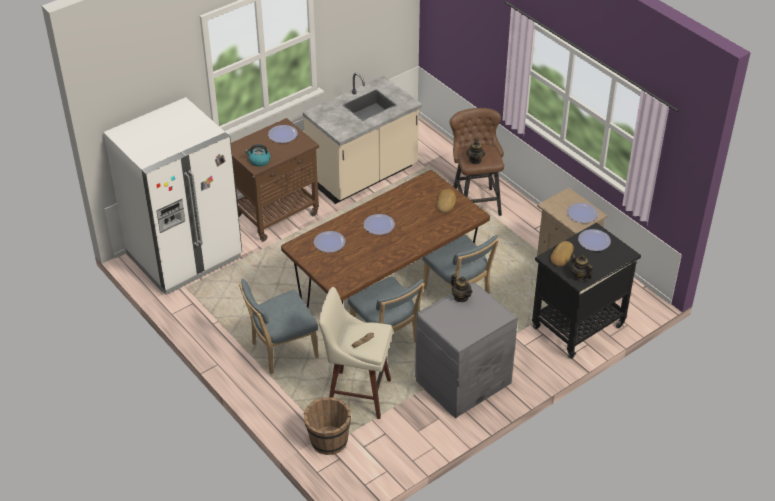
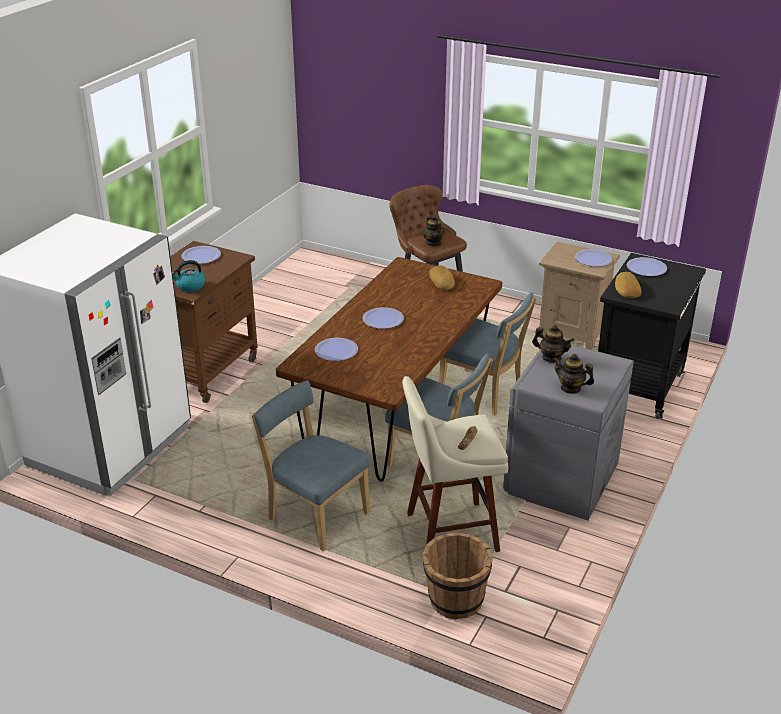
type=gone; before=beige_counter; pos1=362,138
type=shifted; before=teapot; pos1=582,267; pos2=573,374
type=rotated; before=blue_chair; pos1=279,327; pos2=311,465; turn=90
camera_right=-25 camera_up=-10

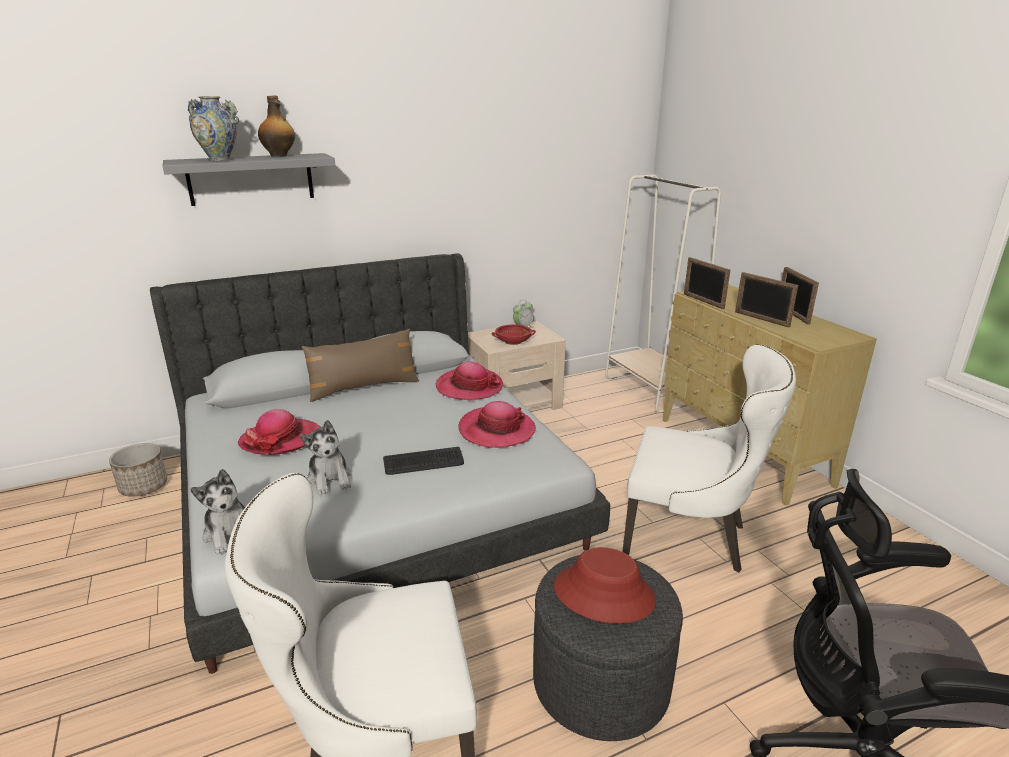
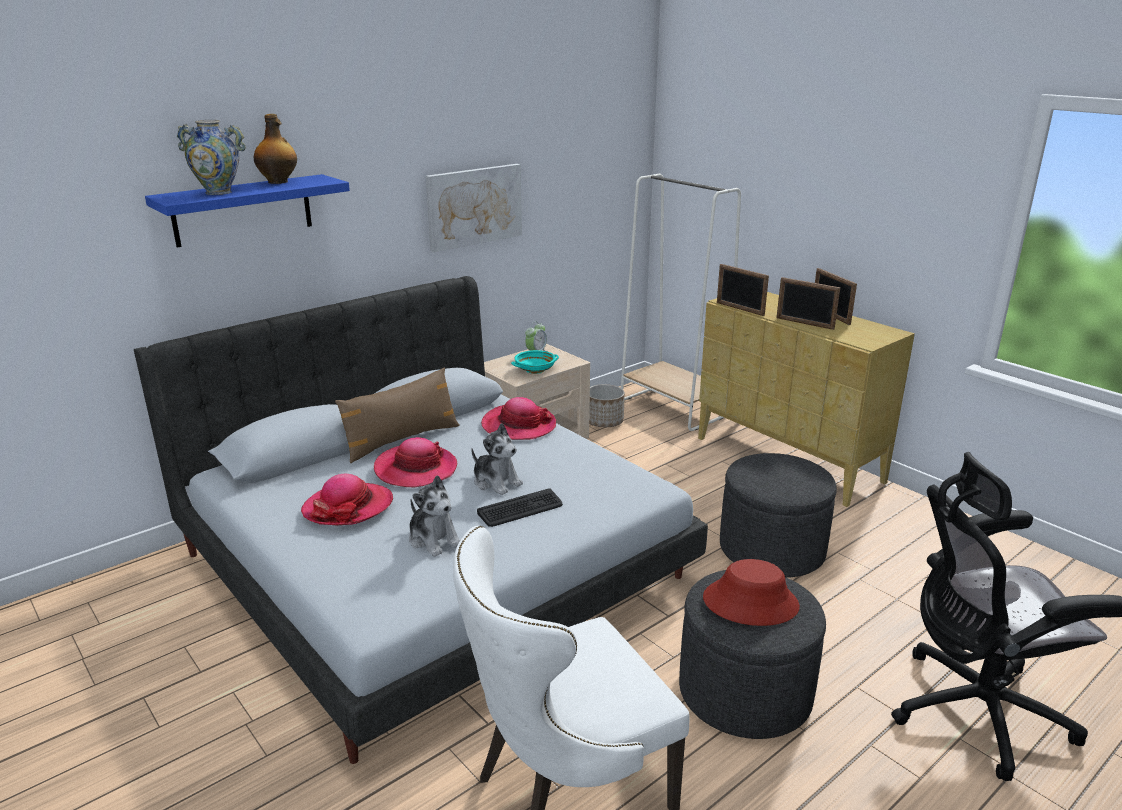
type=new; after=picture; pos2=474,208
type=shifted; before=planter; pos1=138,470; pos2=607,405
type=shifted; before=plush_toy; pos1=217,511; pos2=497,459
type=shifted; before=hat; pos1=497,424; pos2=415,462
type=swapped; before=white_chair; after=grey_ottoman; pos1=709,458; pos2=778,515
type=repainted; before=grey_shelf; after=blue_shelf; pos1=248,179; pos2=247,211
type=repainted; before=red_bowl; after=turquoise_bowl; pos1=514,334; pos2=535,362
camera_right=-15 camera_up=0

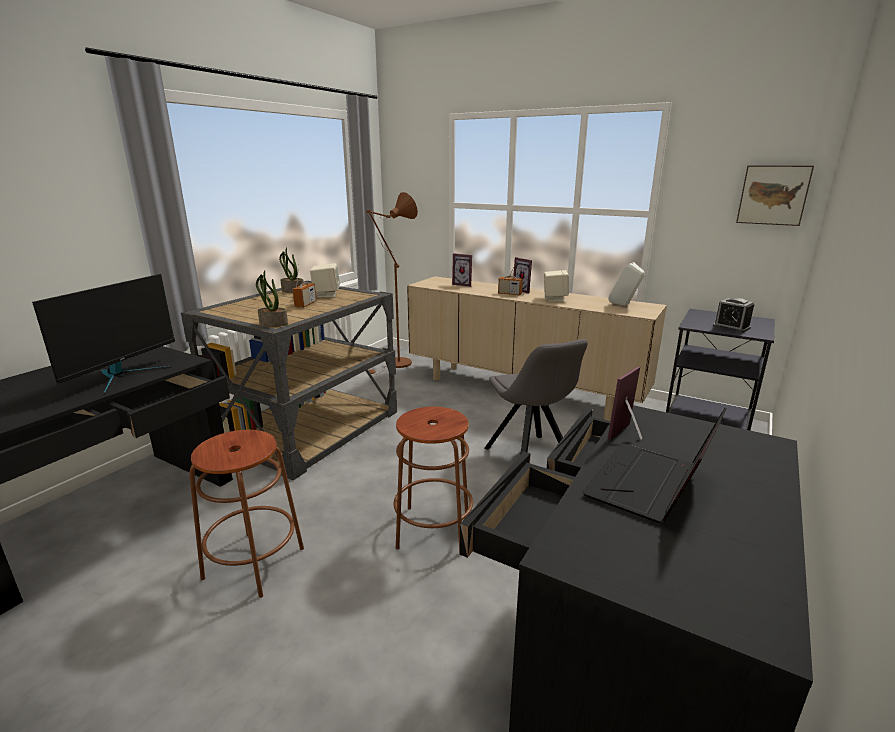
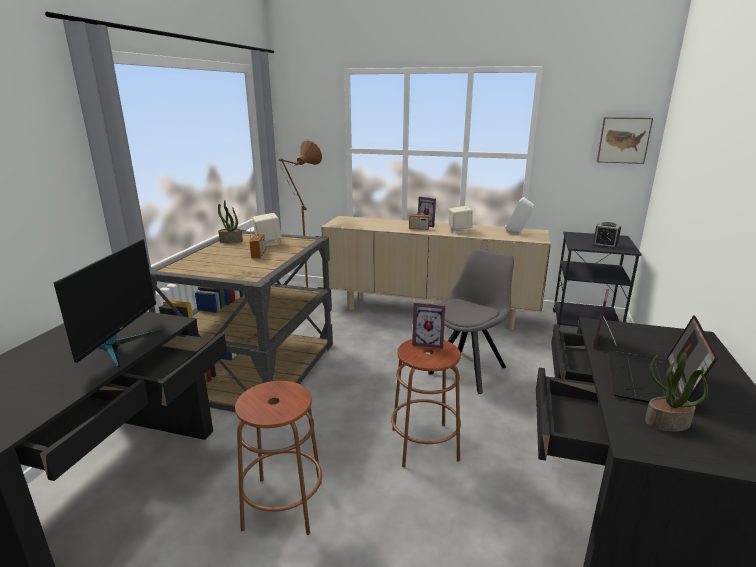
type=shifted; before=potted_plant; pos1=272,298; pos2=676,392
type=shifted; before=picture_frame; pos1=462,270; pos2=429,325
type=rotated; before=grey_chair; pos1=536,397; pos2=471,321; turn=-105
camera_right=-15 camera_up=0

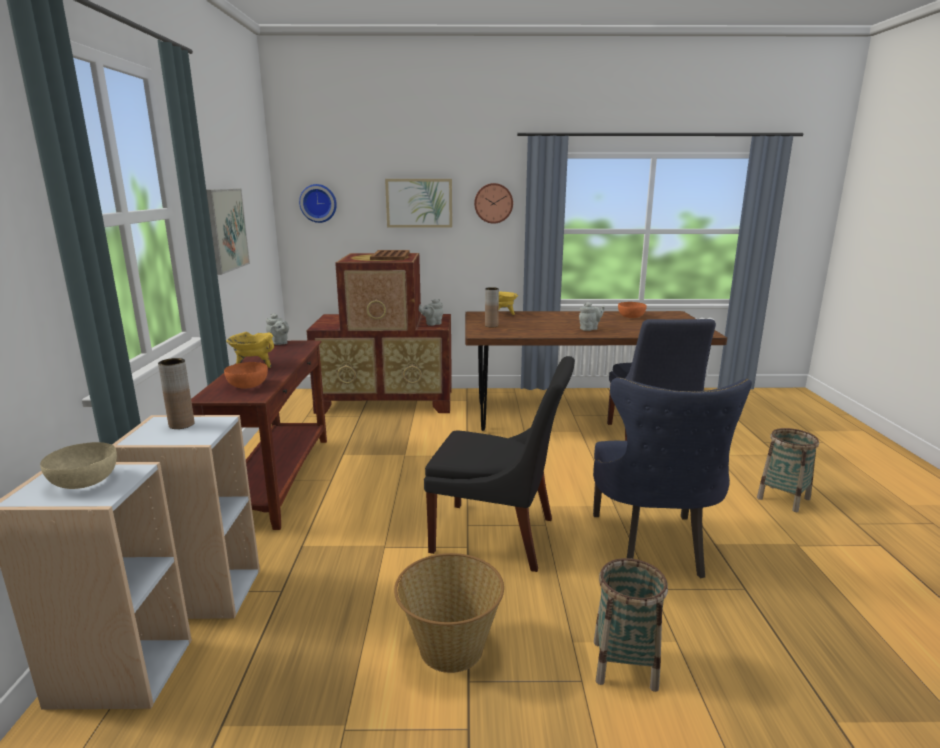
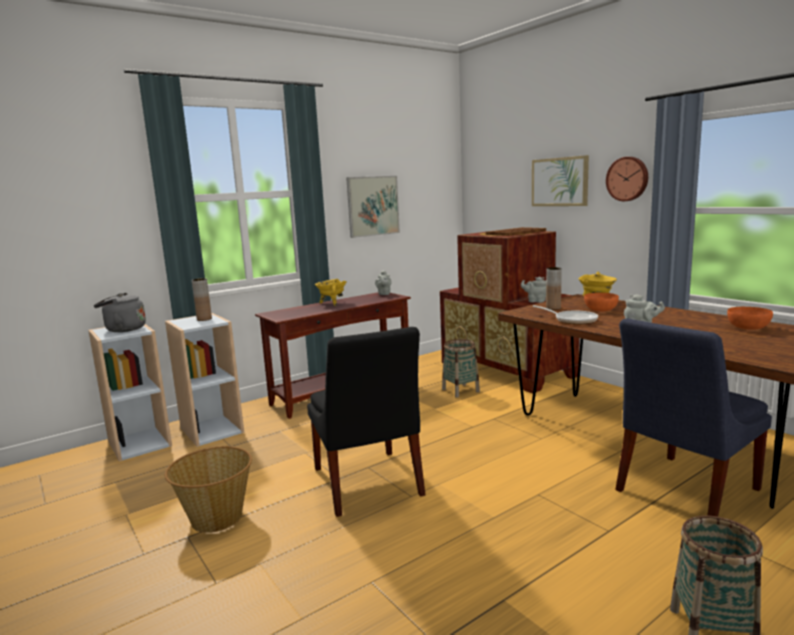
type=gone; before=wall_clock; pos1=318,203
type=gone; before=blue_chair; pos1=672,477
type=new; after=frying_pan; pos2=565,315
type=shifted; before=orange_bowl; pos1=246,375; pos2=601,302
type=shifted; before=basket; pos1=631,625; pos2=461,368
type=swapped; before=beige_bowl; after=grey_kettle; pos1=78,465; pos2=120,312
camera_right=55 camera_up=-5

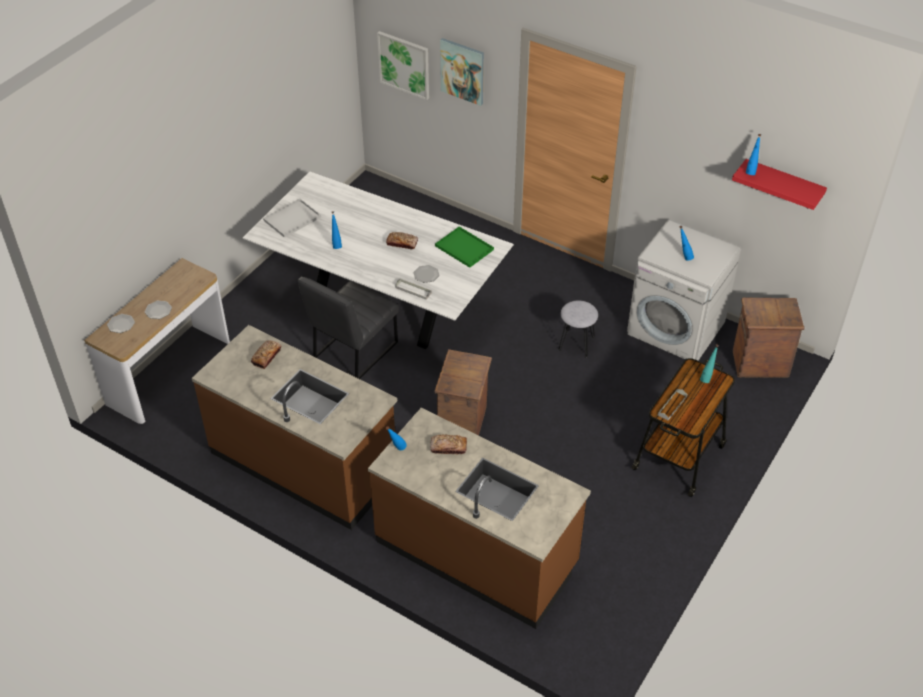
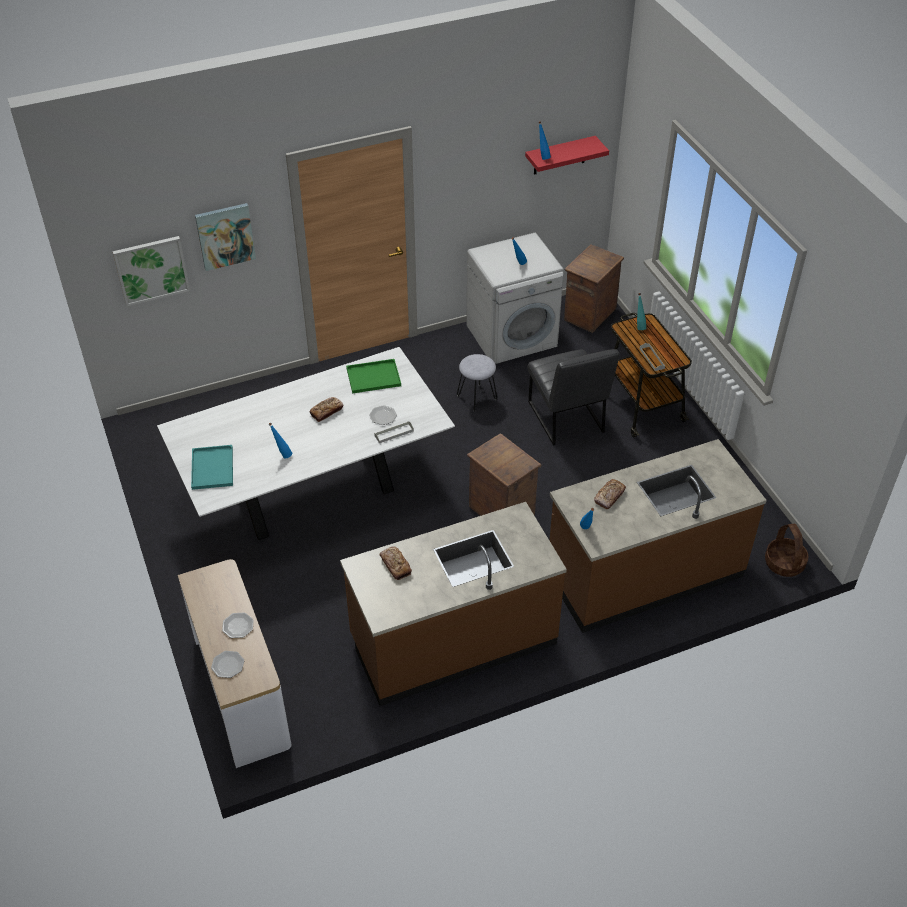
type=new; after=basket; pos2=786,550
type=shifted; before=grey_chair; pos1=348,328; pos2=574,397
type=repainted; before=white_tray; after=turquoise_tray; pos1=292,218; pos2=212,467
camera_right=-55 camera_up=0

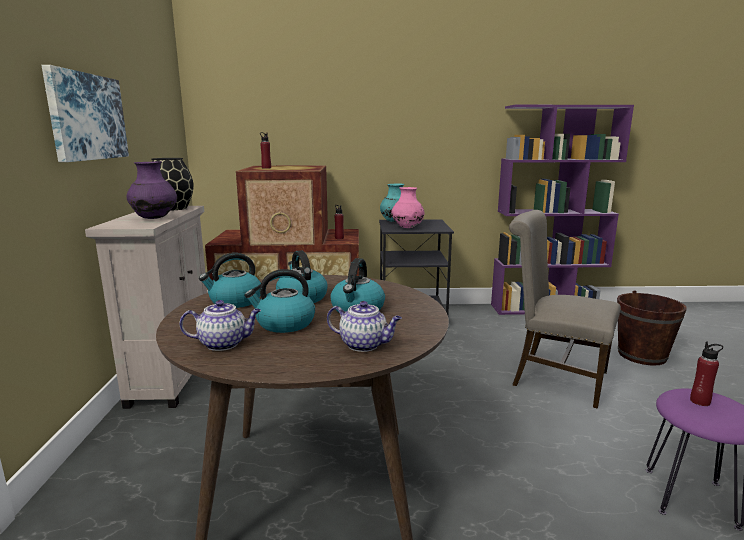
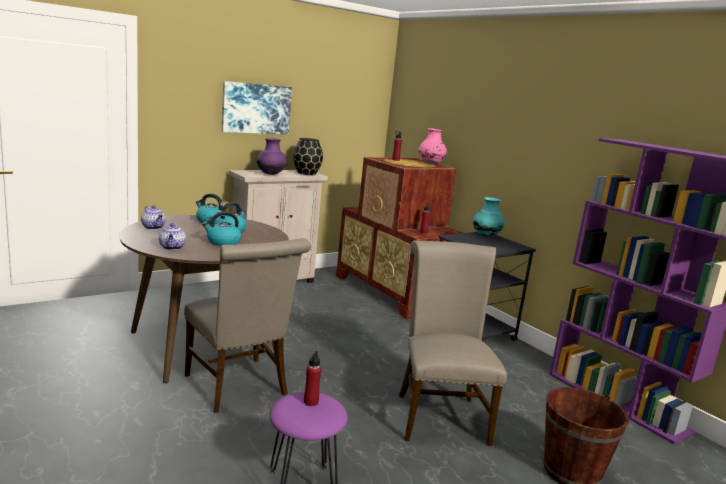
type=gone; before=kettle; pos1=280,301
type=new; after=beige_chair; pos2=247,325
type=shifted; before=pink_vase; pos1=407,207; pos2=432,146
camera_right=55 camera_up=0

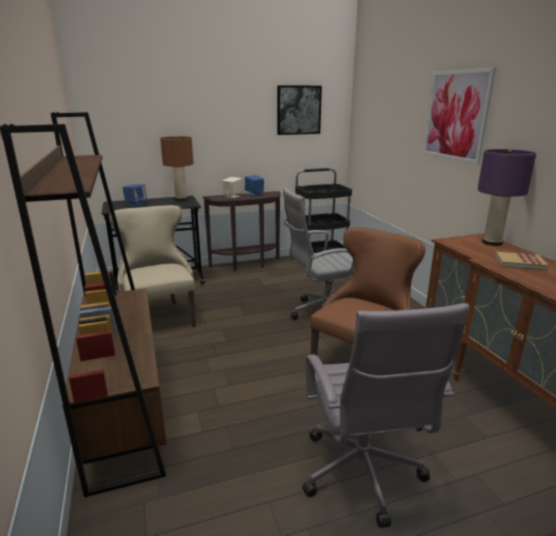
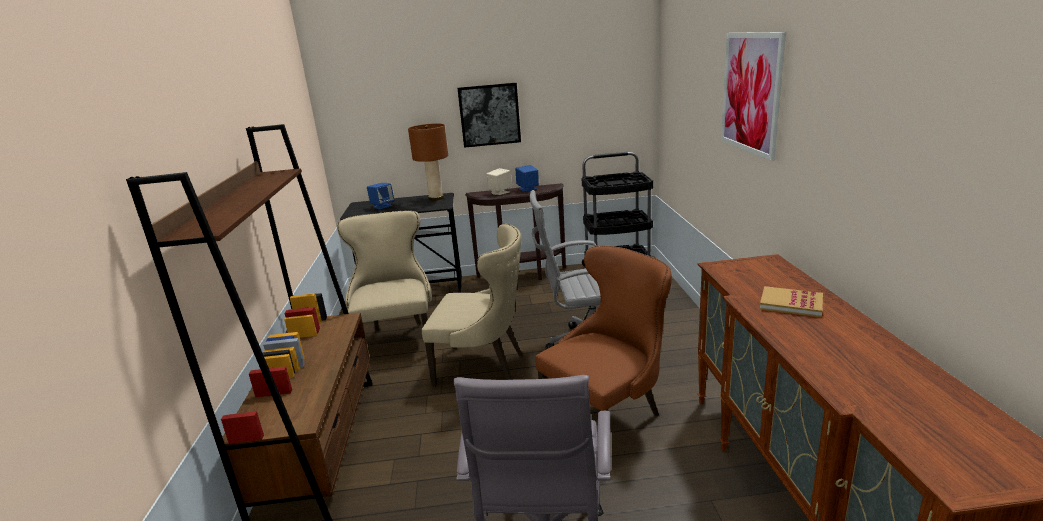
type=gone; before=purple_table_lamp; pos1=507,197
type=new; after=beige_chair; pos2=472,305
type=shifted; before=picture; pos1=299,110; pos2=489,115
camera_right=15 camera_up=0

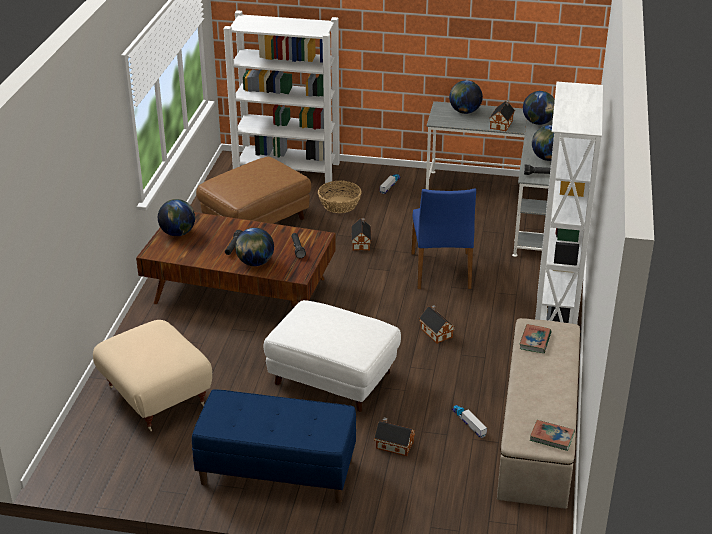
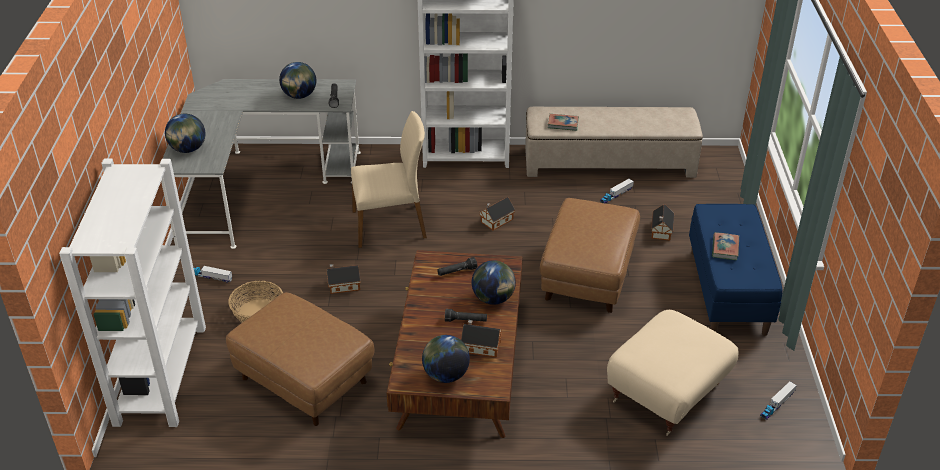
type=gone; before=globe; pos1=539,108
type=new; after=toy_truck; pos2=778,400
type=shifted; before=toy_house; pos1=502,115; pos2=481,339
type=shifted; before=book; pos1=552,435; pos2=725,246
type=repainted; before=white_ottoman; after=brown_ottoman; pos1=332,356; pos2=590,255
type=repainted; before=blue_chair; after=beige_chair; pos1=443,238; pos2=389,179
camera_right=-100 camera_up=5

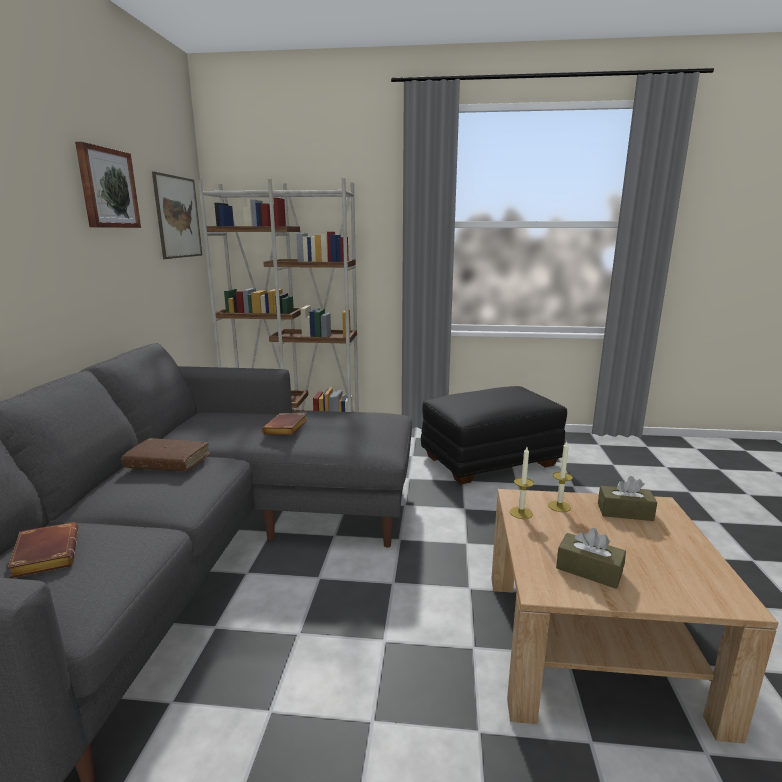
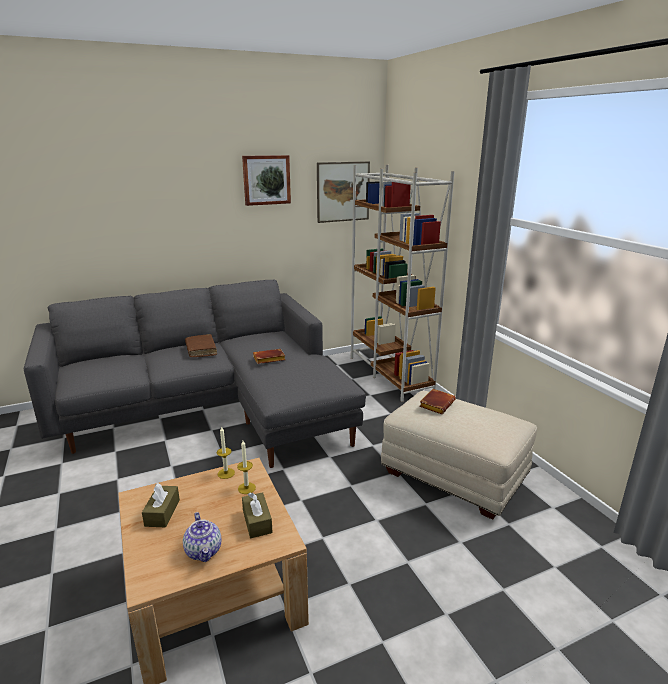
type=new; after=teapot; pos2=202,537
type=shifted; before=brown_book; pos1=43,550; pos2=437,401
type=repainted; before=black_ottoman; after=beige_ottoman; pos1=494,435; pos2=459,455
camera_right=60 camera_up=5

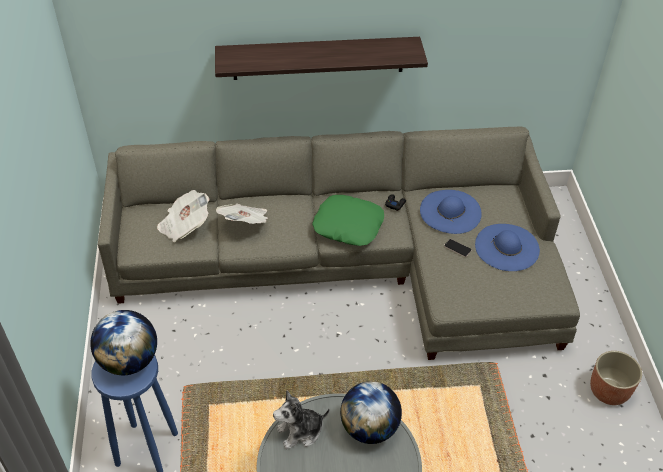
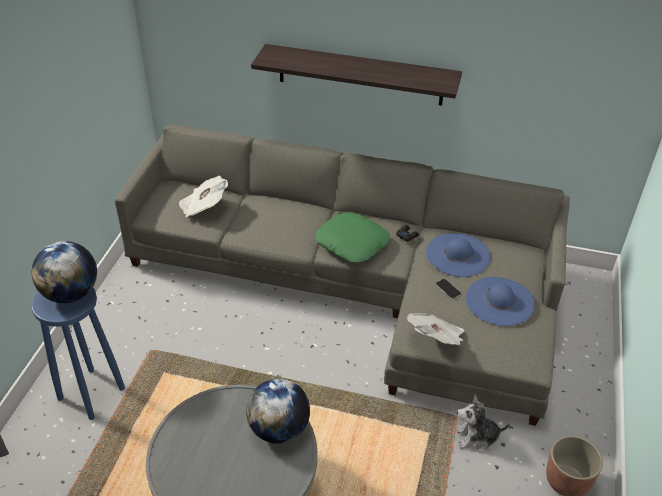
type=shifted; before=newspaper; pos1=242,214; pos2=435,329
type=shifted; before=plush_toy; pos1=301,419; pos2=482,423
camera_right=20 camera_up=-5

